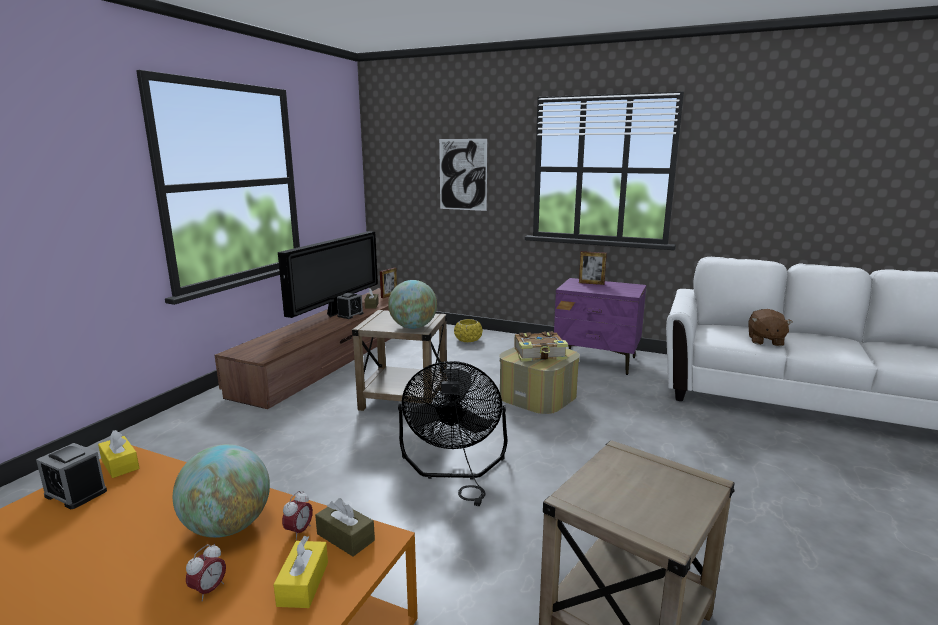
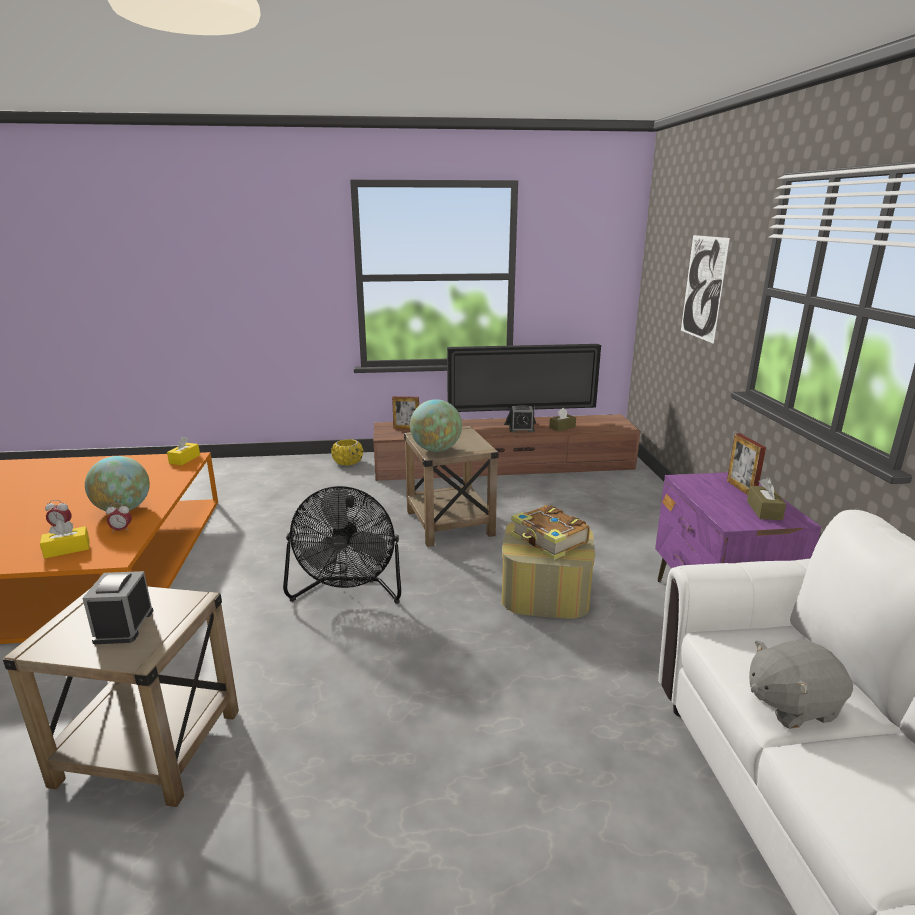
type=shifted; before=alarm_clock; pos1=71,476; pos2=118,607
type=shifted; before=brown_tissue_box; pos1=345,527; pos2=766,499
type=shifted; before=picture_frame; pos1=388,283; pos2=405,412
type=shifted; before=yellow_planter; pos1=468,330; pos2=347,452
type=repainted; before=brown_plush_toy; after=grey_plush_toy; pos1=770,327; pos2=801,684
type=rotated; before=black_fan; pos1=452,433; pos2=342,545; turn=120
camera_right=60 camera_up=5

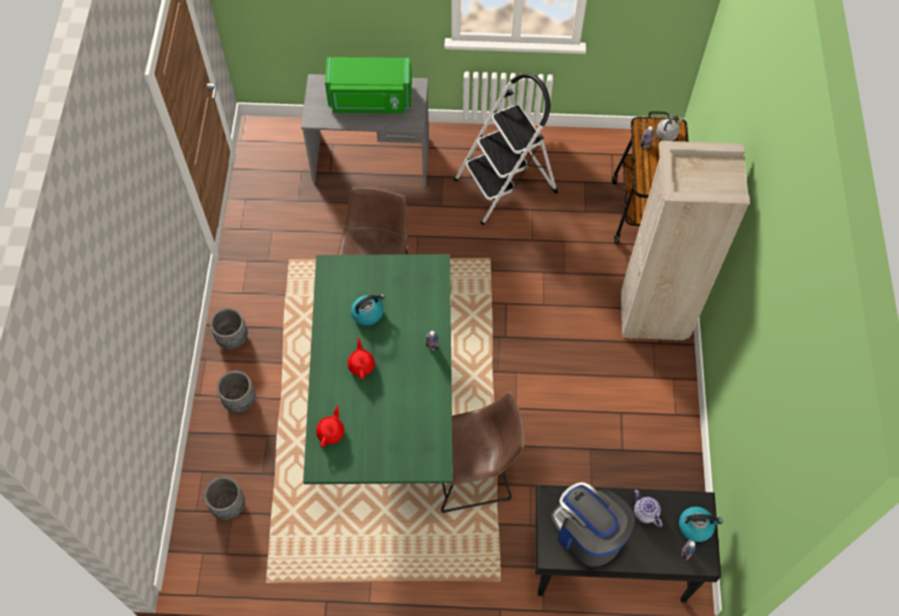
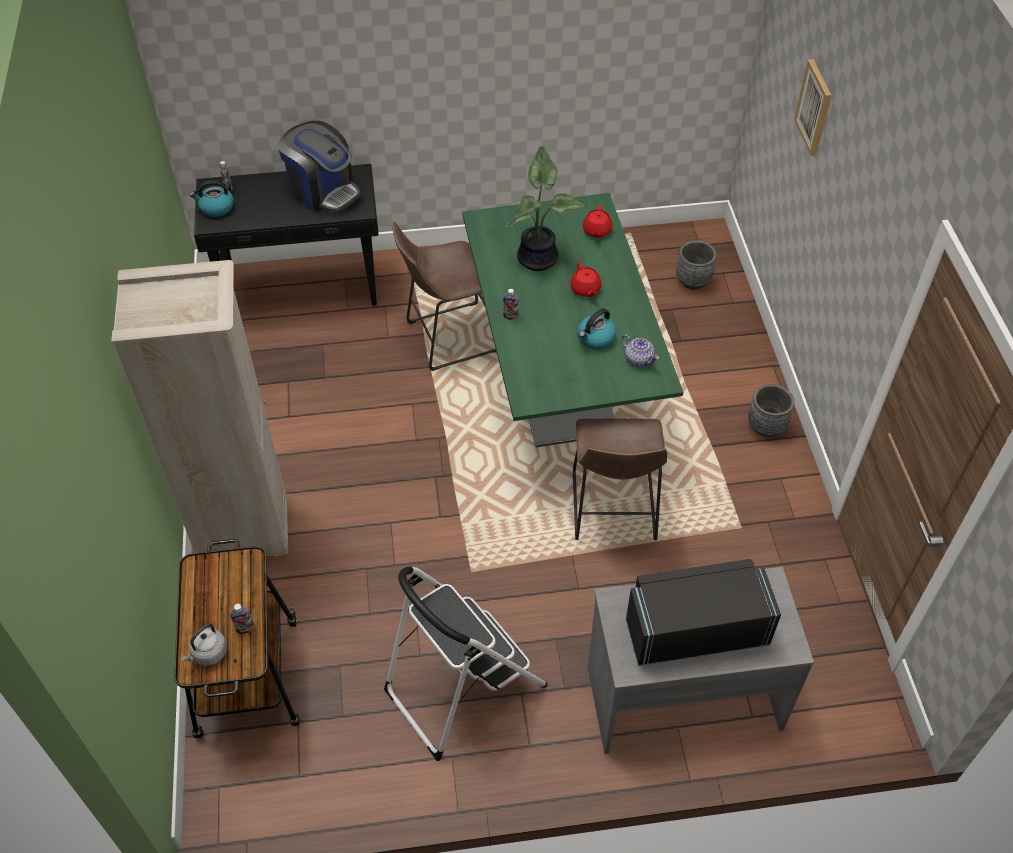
type=gone; before=grey_planter; pos1=236,391
type=new; after=potted_plant; pos2=546,208
type=new; after=picture; pos2=813,107
type=shifted; before=teapot; pos1=648,509; pos2=640,351
type=repainted; before=green_microwave; after=black_microwave; pos1=368,85; pos2=703,612
camera_right=170 camera_up=-10

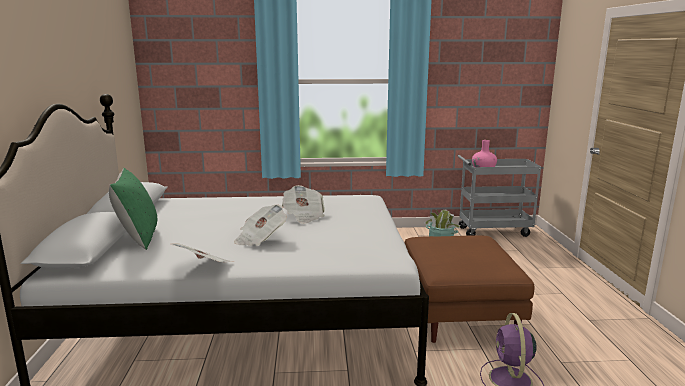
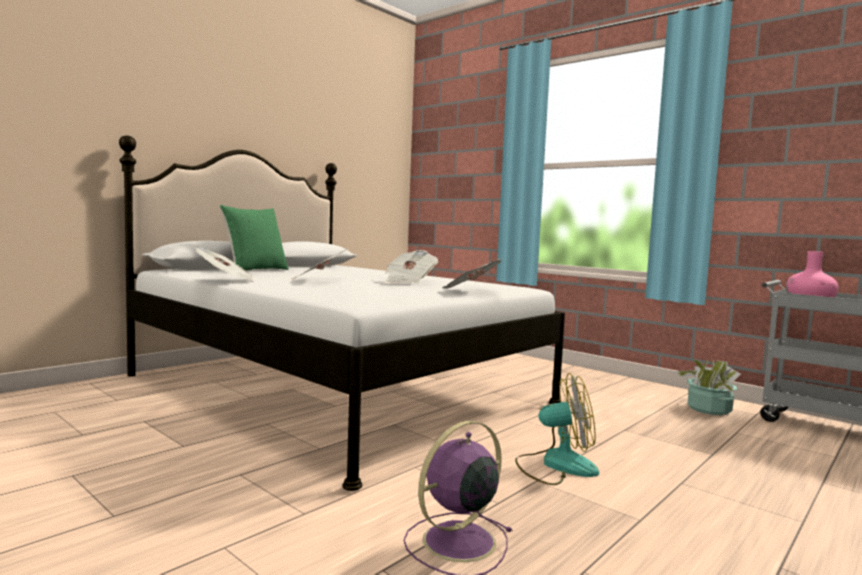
type=new; after=newspaper; pos2=472,273
type=swapped; before=brown_ottoman; after=fan; pos1=470,289; pos2=557,429
camera_right=45 camera_up=-10

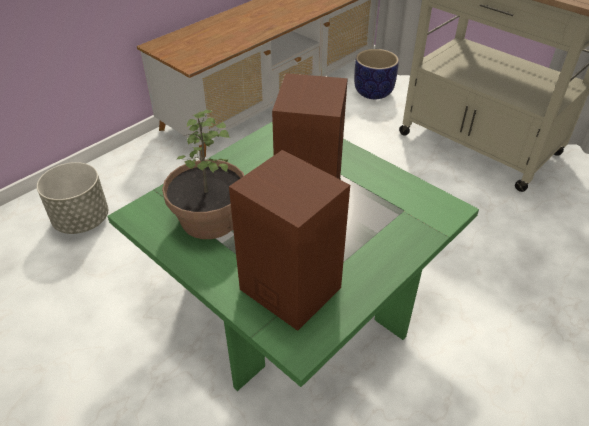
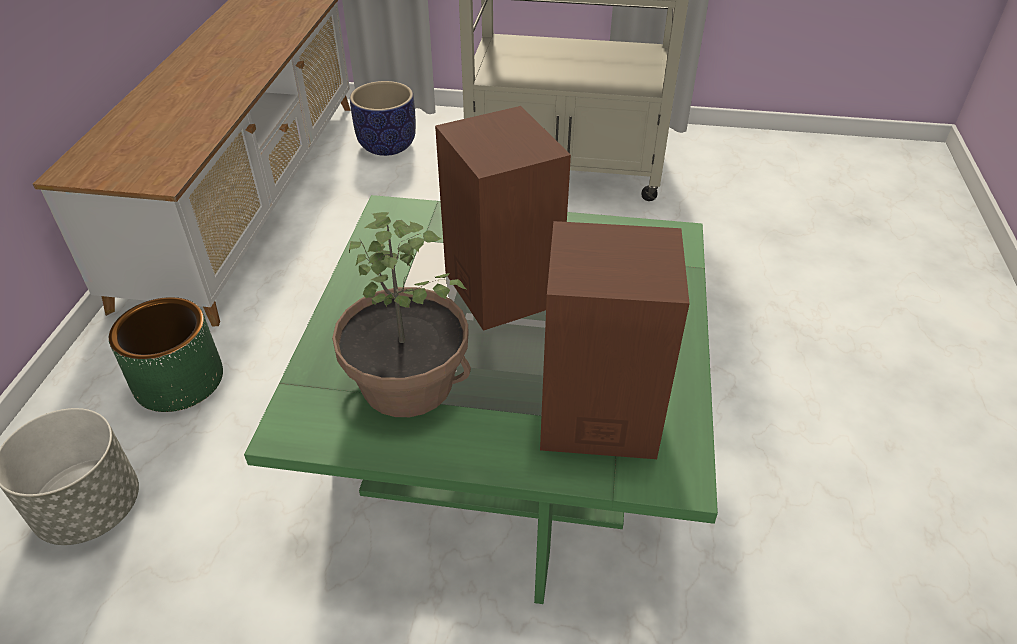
type=new; after=green_planter; pos2=166,354
camera_right=-35 camera_up=0

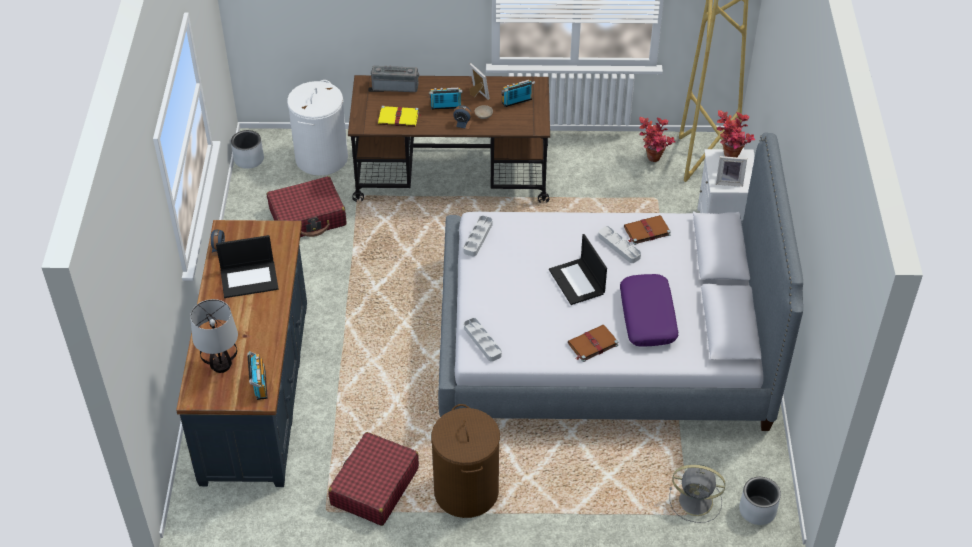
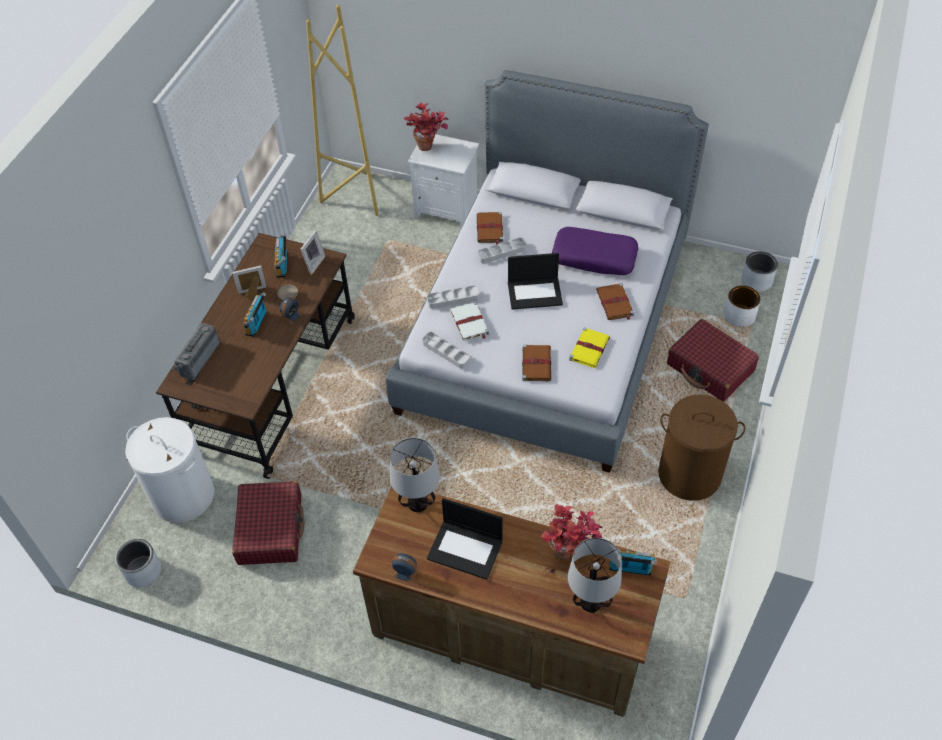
type=new; after=table_lamp; pos2=415,475
type=new; after=white_book; pos2=470,321
type=new; after=brown_book; pos2=536,363
type=shifted; before=red_suitcase; pos1=373,479; pos2=713,360
type=shifted; before=yellow_book; pos1=399,116; pos2=589,347
type=shifted; before=grey_tray; pos1=483,340; pos2=453,297
type=shifted; before=potted_plant; pos1=657,139; pos2=572,532
type=shifted; before=picture_frame; pos1=731,171; pos2=313,252
type=swapped; before=grey_fan; after=white_planter; pos1=698,493; pos2=742,306
type=rotated; before=laptop; pos1=247,266; pos2=465,539; turn=105
camera_right=-70 camera_up=5

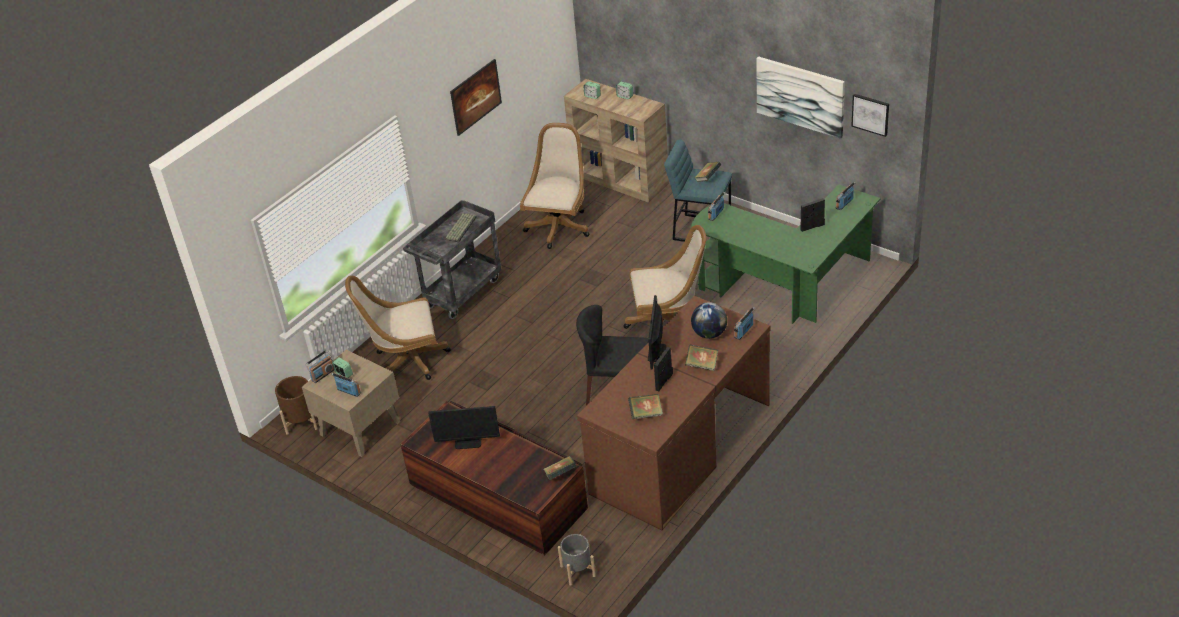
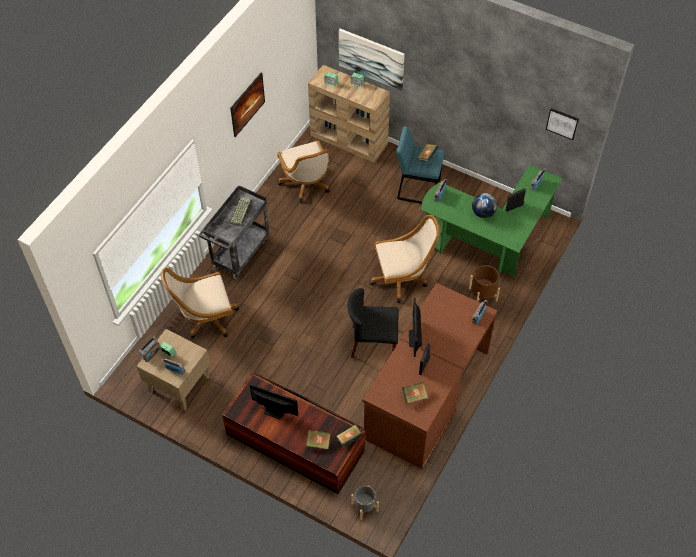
type=shifted; before=brown_planter; pos1=296,405; pos2=484,283
type=shifted; before=book; pos1=701,357; pos2=318,439
type=shifted; before=globe; pos1=709,320; pos2=484,205
type=shifted; before=picture; pos1=801,97; pos2=372,60
type=rotated; before=monitor; pos1=464,427; pos2=274,401; turn=-150
type=rotated; before=office_chair; pos1=554,186; pos2=303,171; turn=150
camera_right=-10 camera_up=15

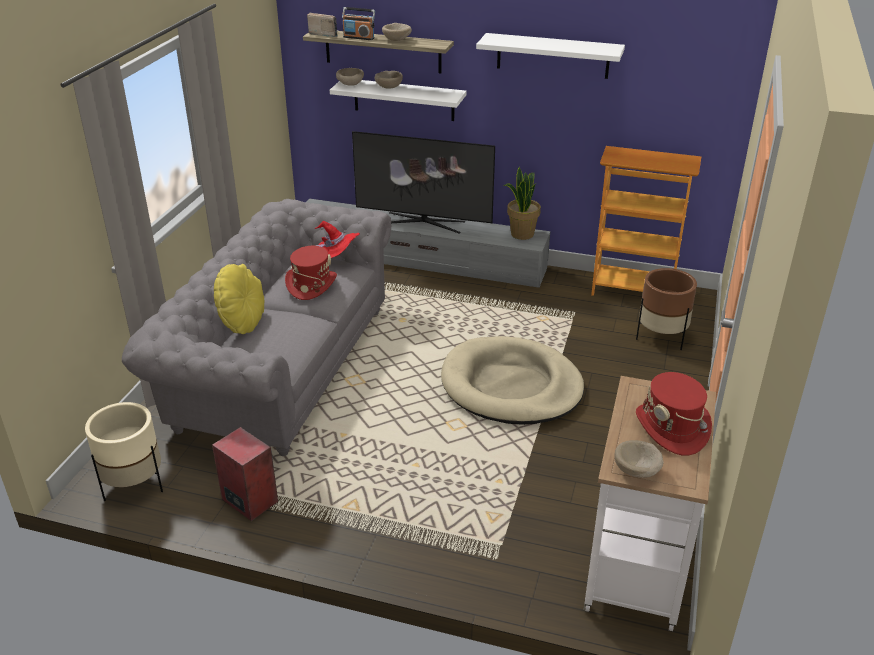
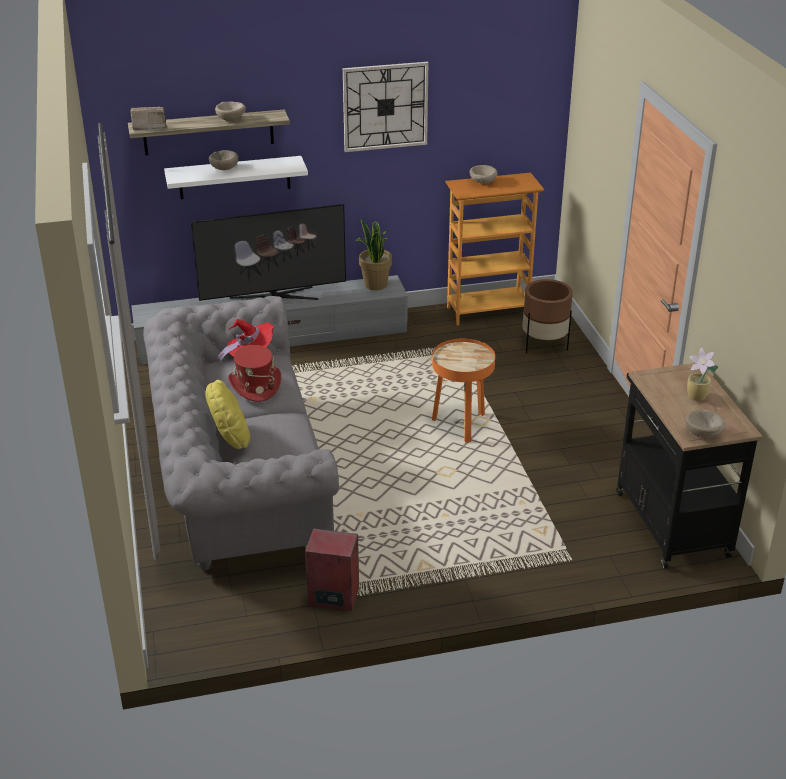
type=gone; before=beige_planter; pos1=124,451
type=gone; before=radio; pos1=358,23
type=shifted; before=beige_bowl; pos1=350,77; pos2=483,174
type=swapped; before=beige_dog_bed; after=orange_side_table; pos1=512,380; pos2=463,390
type=swapped; before=white_shelf; after=wall_clock; pos1=550,56; pos2=386,107
type=swapped; before=red_hat; after=potted_plant; pos1=674,414; pos2=703,374
type=repainted; before=white_cart; after=black_cart; pos1=649,503; pos2=690,466
camera_right=-30 camera_up=0

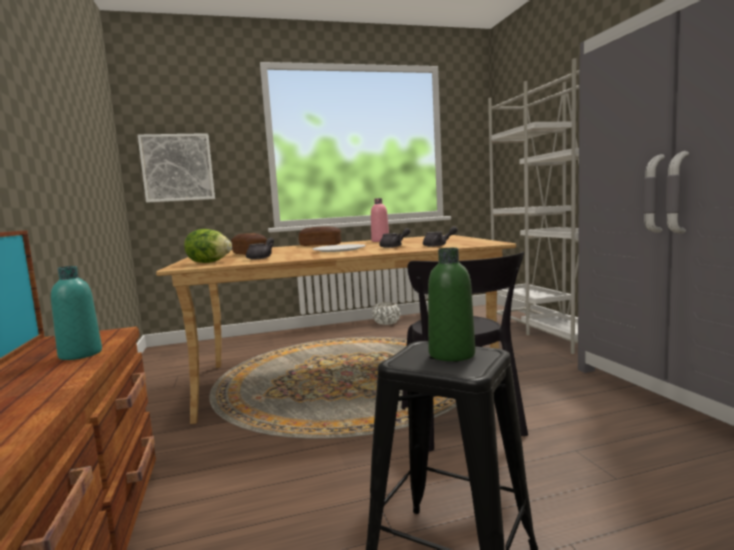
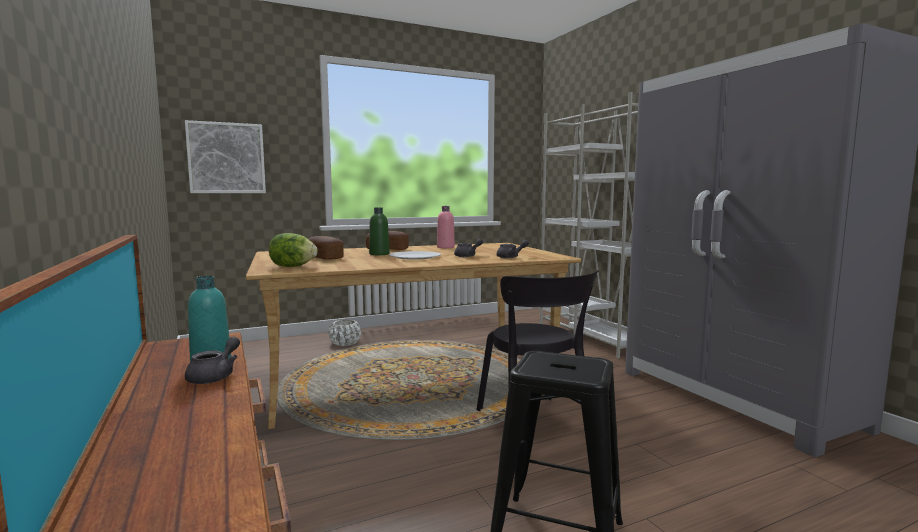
type=shifted; before=grey_teapot; pos1=260,248; pos2=212,360
type=shifted; before=white_planter; pos1=386,313; pos2=344,333
type=shifted; before=green_bottle; pos1=451,304; pos2=379,231
camera_right=-10 camera_up=0

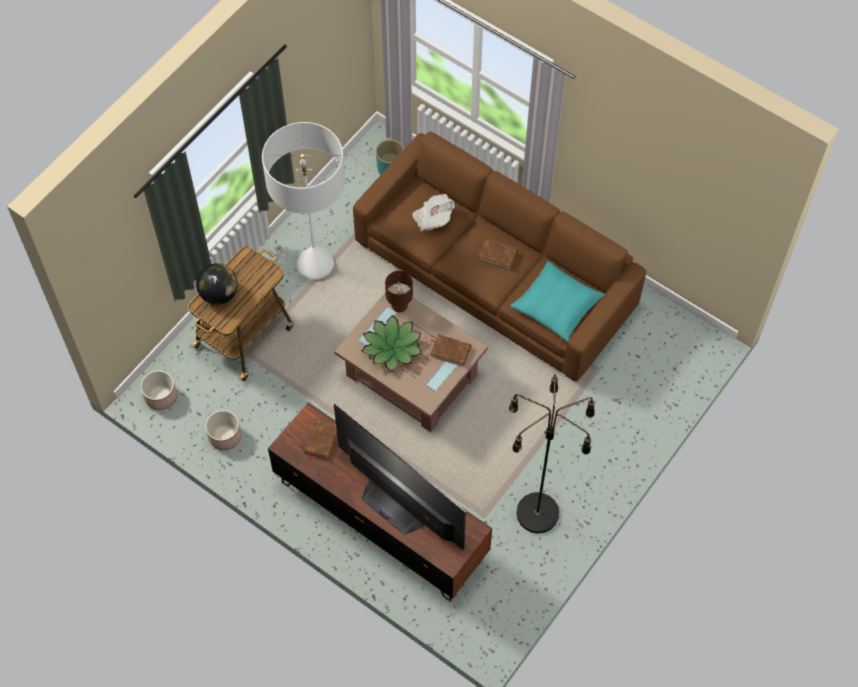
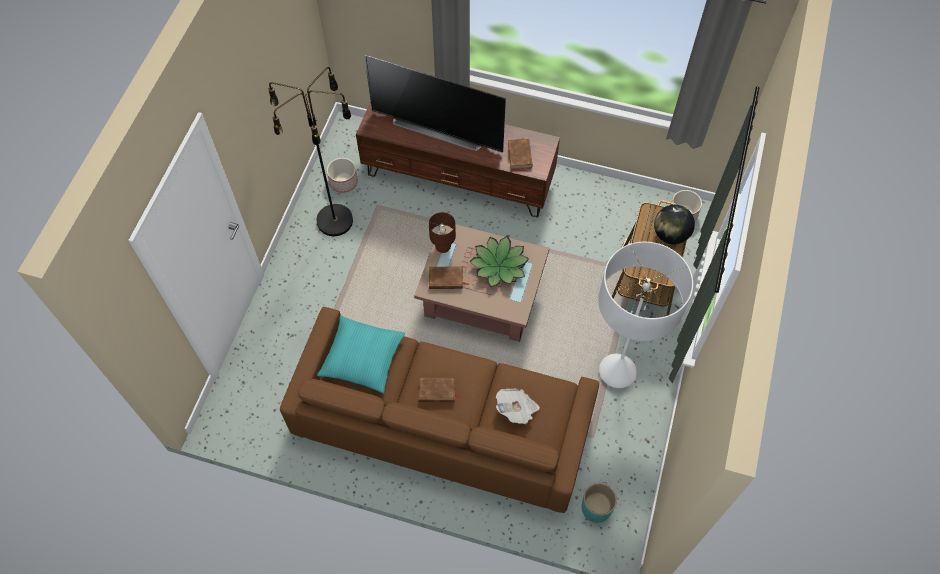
type=shifted; before=planter; pos1=223,430; pos2=342,175
type=shifted; before=brown_table_lamp; pos1=399,291; pos2=442,232
camera_right=160 camera_up=0

